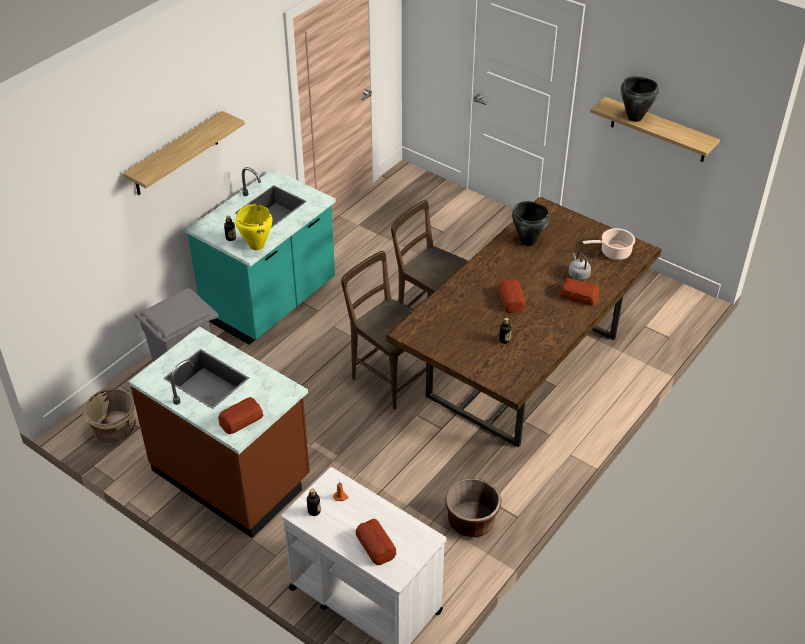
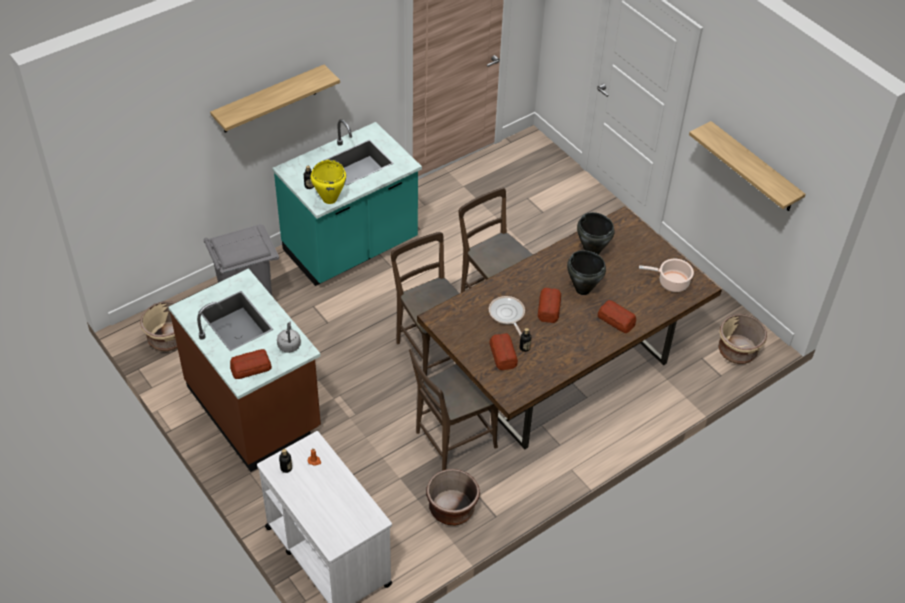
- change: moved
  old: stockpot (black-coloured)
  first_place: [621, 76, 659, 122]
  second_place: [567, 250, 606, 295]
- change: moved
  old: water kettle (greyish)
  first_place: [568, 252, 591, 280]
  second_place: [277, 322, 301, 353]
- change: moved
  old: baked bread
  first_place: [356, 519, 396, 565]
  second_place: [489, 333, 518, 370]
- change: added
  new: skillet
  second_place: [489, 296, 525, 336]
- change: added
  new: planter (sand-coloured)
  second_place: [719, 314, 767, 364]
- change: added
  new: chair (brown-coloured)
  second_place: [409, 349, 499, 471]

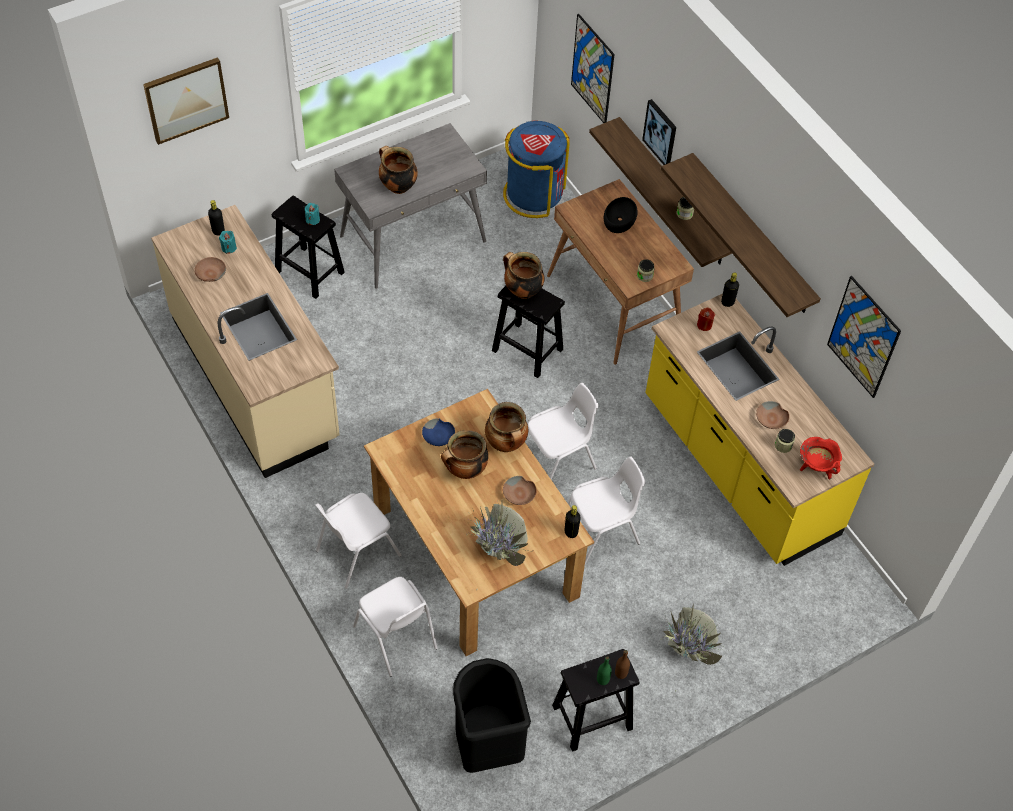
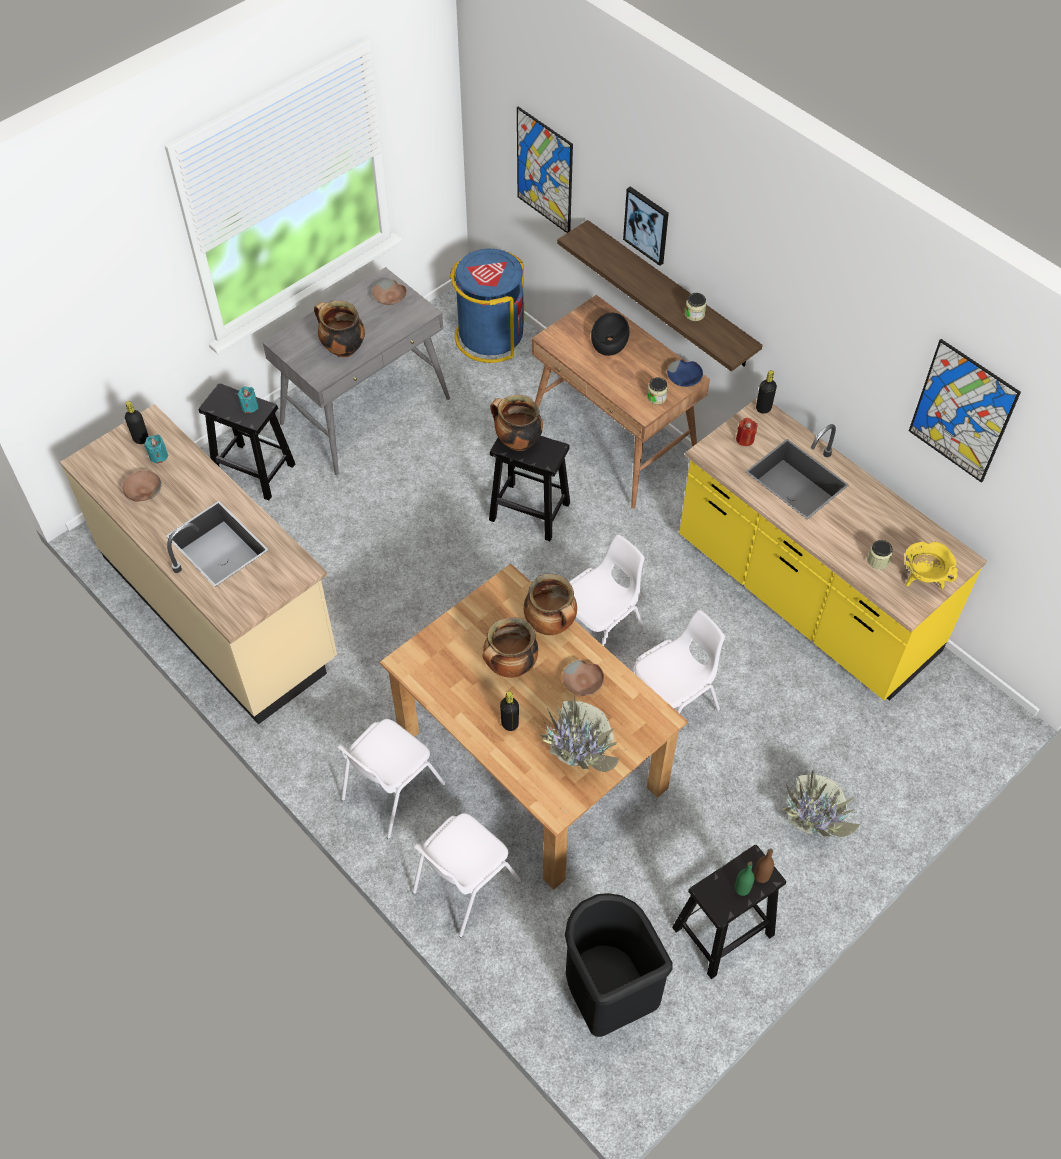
- change: removed
  old: wall art
  first_place: [143, 57, 229, 145]
- change: removed
  old: shelf
  first_place: [661, 153, 821, 317]
- change: moved
  old: bowl (brown-coloured)
  first_place: [756, 401, 789, 429]
  second_place: [372, 280, 406, 305]
- change: moved
  old: bowl (blue-coloured)
  first_place: [422, 418, 455, 446]
  second_place: [667, 360, 703, 387]
- change: recoloured
  old: stockpot (reddish)
  new: stockpot (yellow)
  first_place: [800, 437, 842, 479]
  second_place: [905, 541, 958, 590]
- change: moved
  old: bottle (black-coloured)
  first_place: [564, 505, 581, 538]
  second_place: [500, 691, 519, 731]
- change: turned
  old: chair (whitish)
  first_place: [353, 577, 438, 677]
  second_place: [412, 813, 521, 937]
  degrees: 90

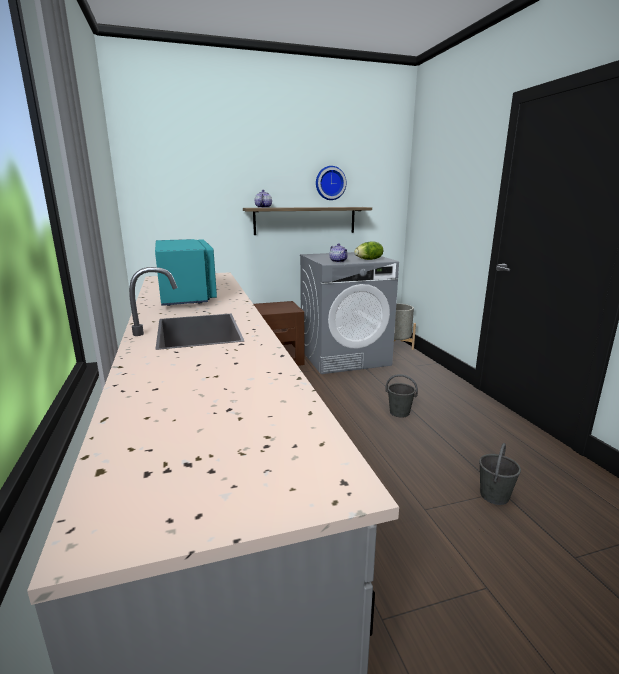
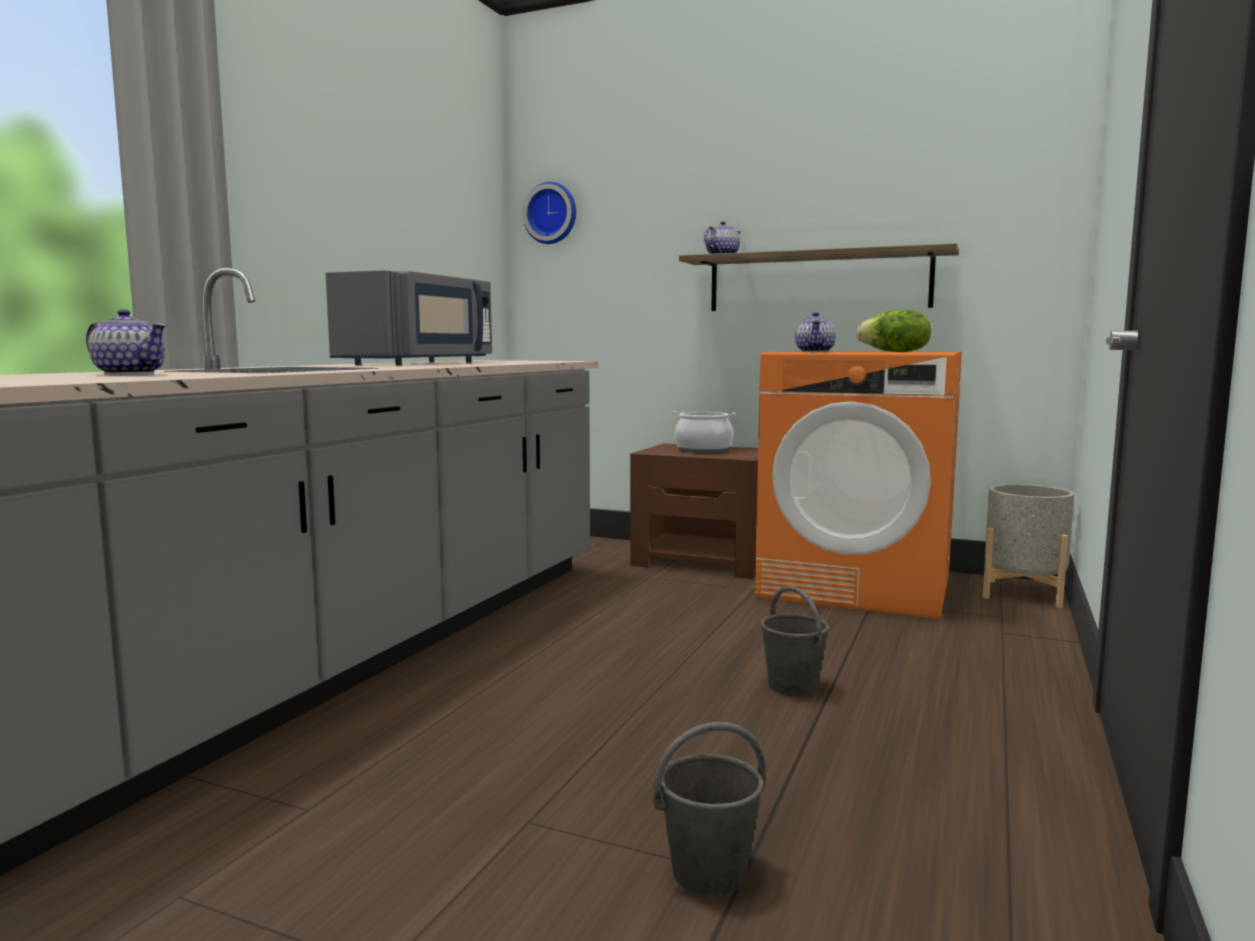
- change: moved
  old: wall clock
  first_place: [316, 166, 347, 200]
  second_place: [523, 182, 576, 244]
- change: recoloured
  old: microwave oven (blue-green)
  new: microwave oven (greyish)
  first_place: [155, 239, 217, 306]
  second_place: [326, 270, 492, 365]
- change: recoloured
  old: washing machine (greyish)
  new: washing machine (orange)
  first_place: [300, 252, 399, 374]
  second_place: [755, 351, 962, 619]
- change: added
  new: pot for tea
  second_place: [86, 309, 166, 375]
- change: added
  new: stockpot
  second_place: [673, 411, 736, 453]

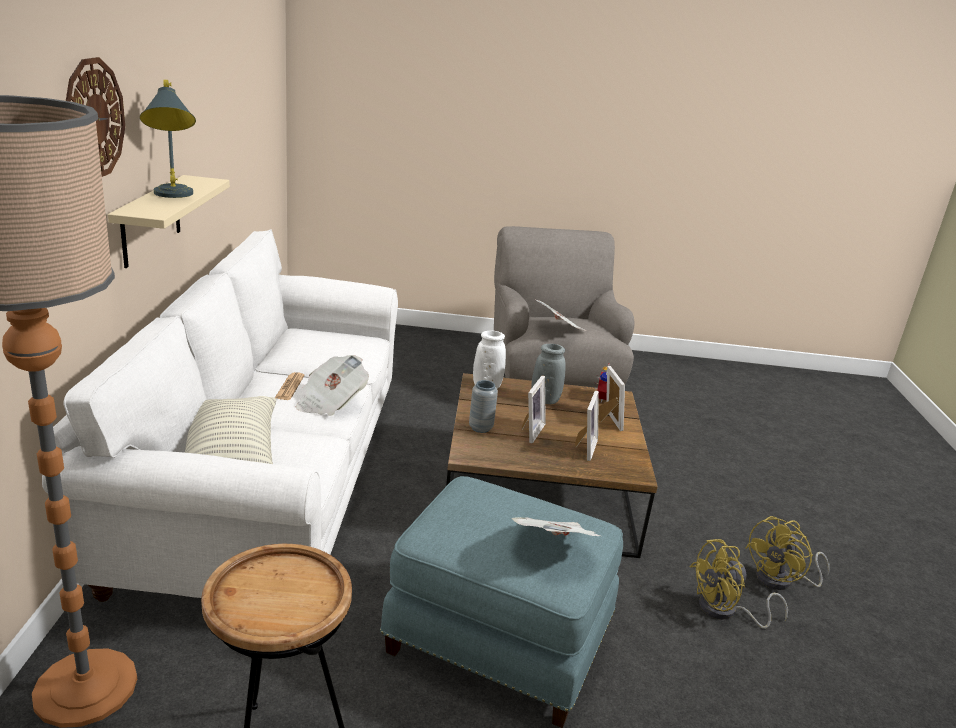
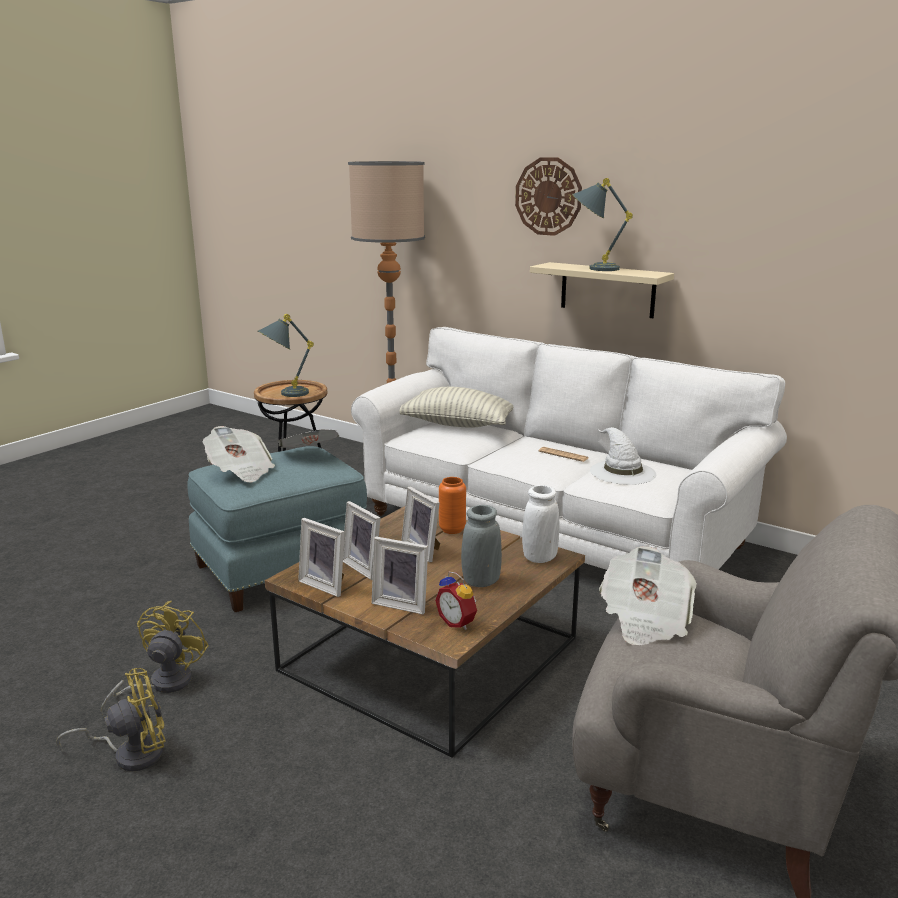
- change: moved
  old: printed paper
  first_place: [296, 355, 369, 416]
  second_place: [278, 430, 339, 448]
- change: recoloured
  old: vase (greyish)
  new: vase (orange)
  first_place: [469, 380, 498, 433]
  second_place: [439, 477, 466, 534]
- change: turned
  old: electric fan (yellow)
  first_place: [745, 516, 830, 590]
  second_place: [56, 668, 166, 771]
  degrees: 75
- change: added
  new: lamp for a table (greyish)
  second_place: [258, 314, 314, 397]
- change: added
  new: wearable hat (whitish)
  second_place: [590, 427, 656, 485]
- change: added
  new: photo frame
  second_place: [298, 518, 345, 597]

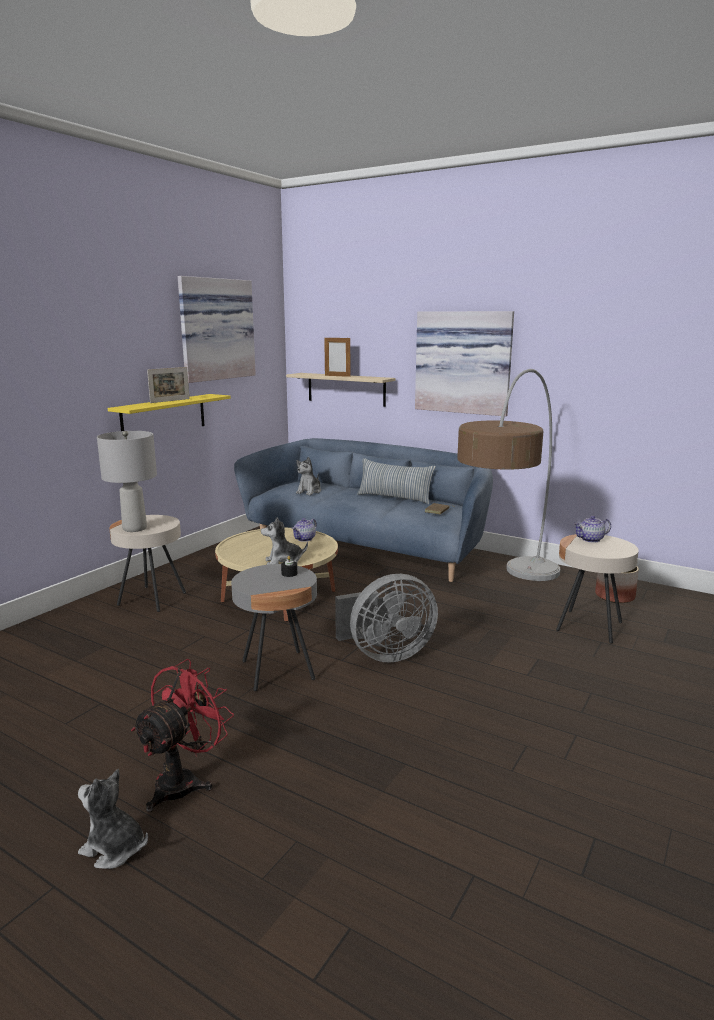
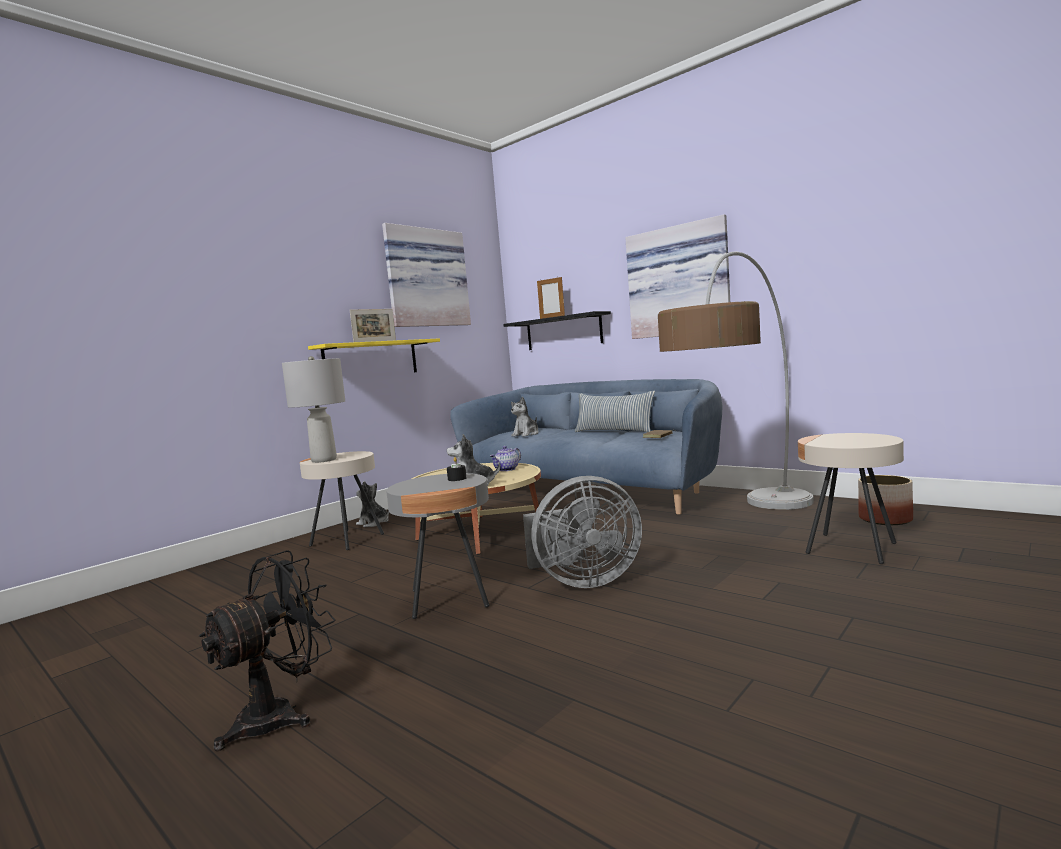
- change: recoloured
  old: shelf (sand-coloured)
  new: shelf (black-coloured)
  first_place: [286, 373, 396, 407]
  second_place: [503, 311, 611, 350]
- change: removed
  old: pot for tea
  first_place: [573, 516, 611, 543]
- change: recoloured
  old: electric fan (reddish)
  new: electric fan (black-coloured)
  first_place: [131, 659, 234, 813]
  second_place: [199, 550, 336, 752]
- change: moved
  old: cuddly toy
  first_place: [78, 769, 148, 869]
  second_place: [356, 481, 389, 527]

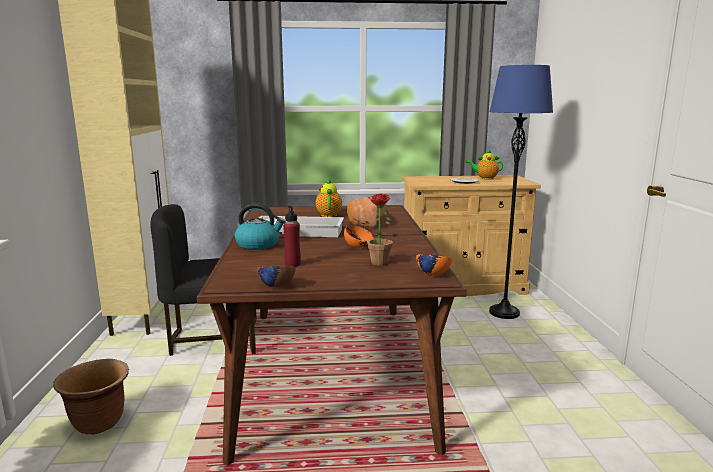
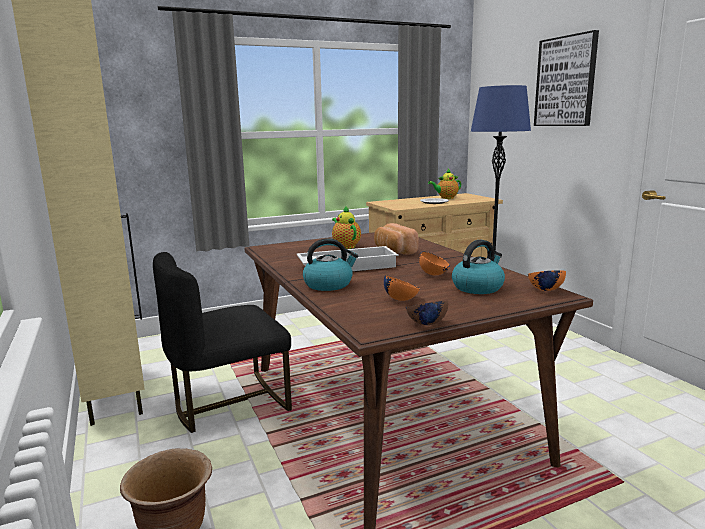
- change: replaced
  old: potted plant
  new: water kettle
  first_place: [352, 193, 399, 266]
  second_place: [452, 240, 505, 294]
- change: replaced
  old: bottle (reddish)
  new: bowl (orange)
  first_place: [283, 205, 301, 267]
  second_place: [384, 275, 420, 301]
- change: added
  new: wall art
  second_place: [534, 30, 599, 126]

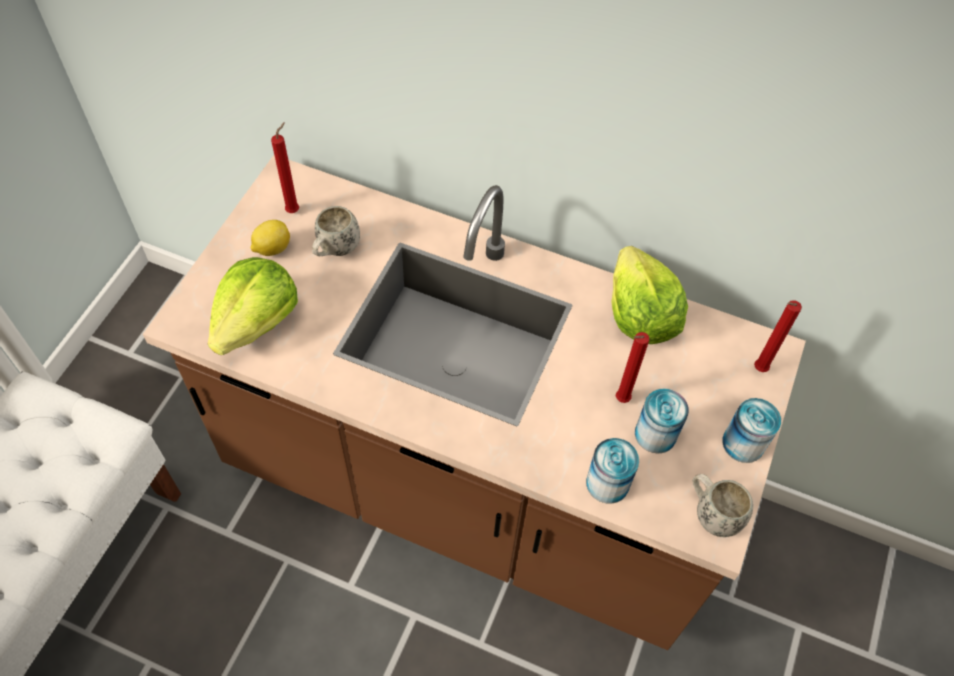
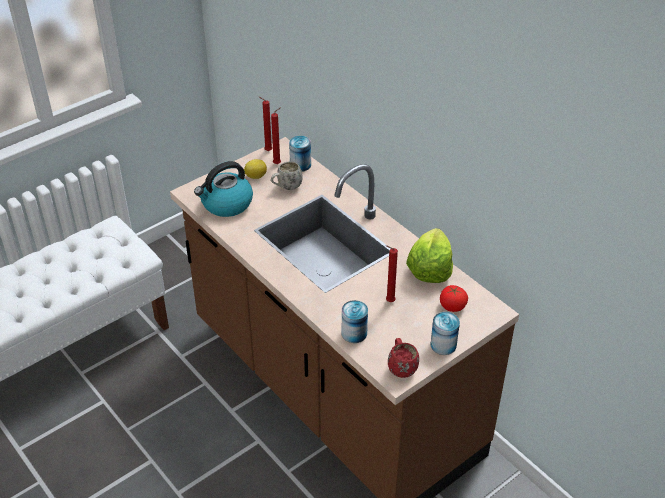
- change: replaced
  old: head of lettuce
  new: water kettle
  first_place: [208, 257, 298, 355]
  second_place: [194, 161, 253, 217]
- change: moved
  old: candle (reddish)
  first_place: [754, 300, 802, 372]
  second_place: [258, 96, 273, 151]
- change: moved
  old: metal can
  first_place: [635, 389, 689, 453]
  second_place: [289, 136, 311, 172]
- change: recoloured
  old: coffee mug (whitish)
  new: coffee mug (reddish)
  first_place: [692, 474, 753, 537]
  second_place: [388, 338, 419, 378]
- change: added
  new: whole tomato
  second_place: [440, 285, 468, 312]

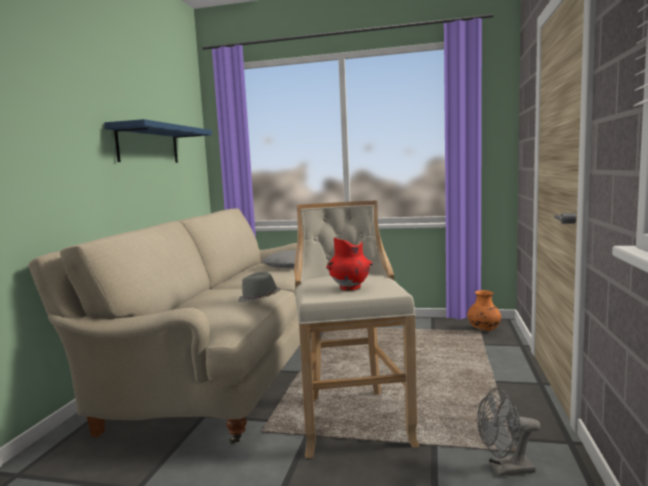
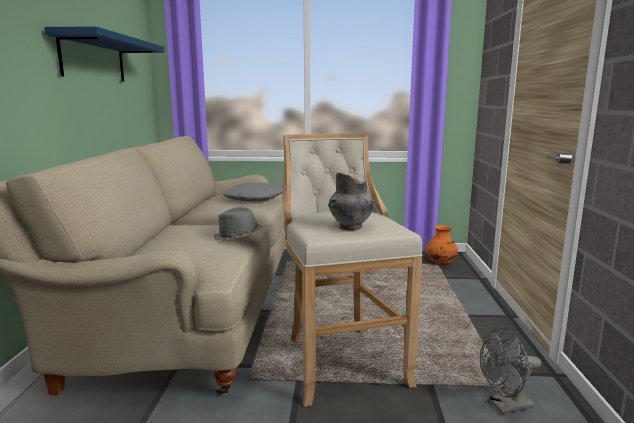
- change: recoloured
  old: vase (reddish)
  new: vase (greyish)
  first_place: [327, 237, 373, 291]
  second_place: [328, 172, 375, 230]

